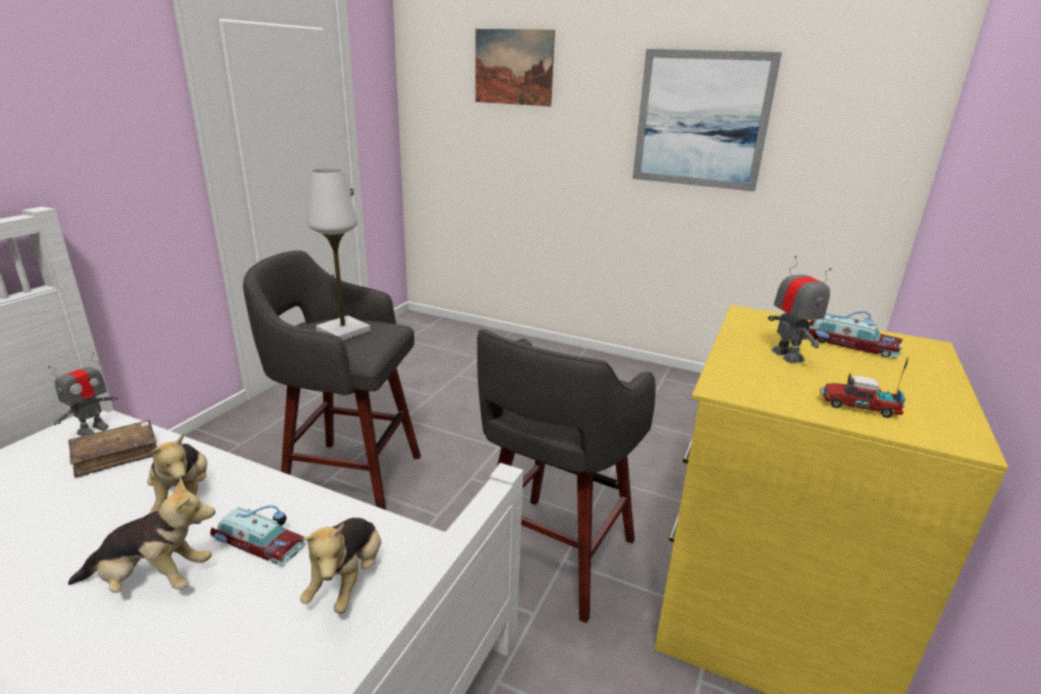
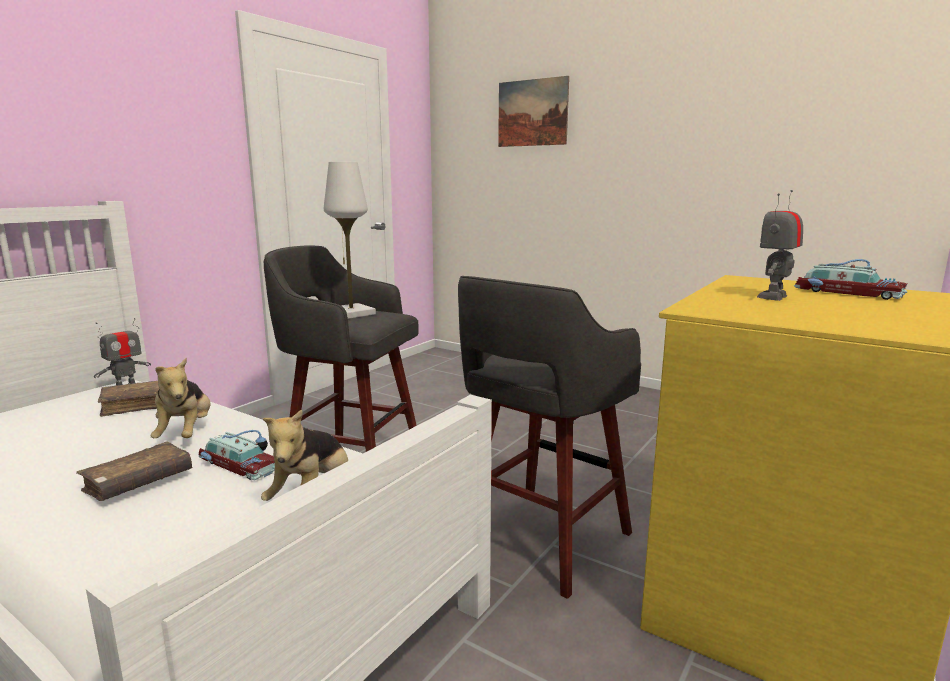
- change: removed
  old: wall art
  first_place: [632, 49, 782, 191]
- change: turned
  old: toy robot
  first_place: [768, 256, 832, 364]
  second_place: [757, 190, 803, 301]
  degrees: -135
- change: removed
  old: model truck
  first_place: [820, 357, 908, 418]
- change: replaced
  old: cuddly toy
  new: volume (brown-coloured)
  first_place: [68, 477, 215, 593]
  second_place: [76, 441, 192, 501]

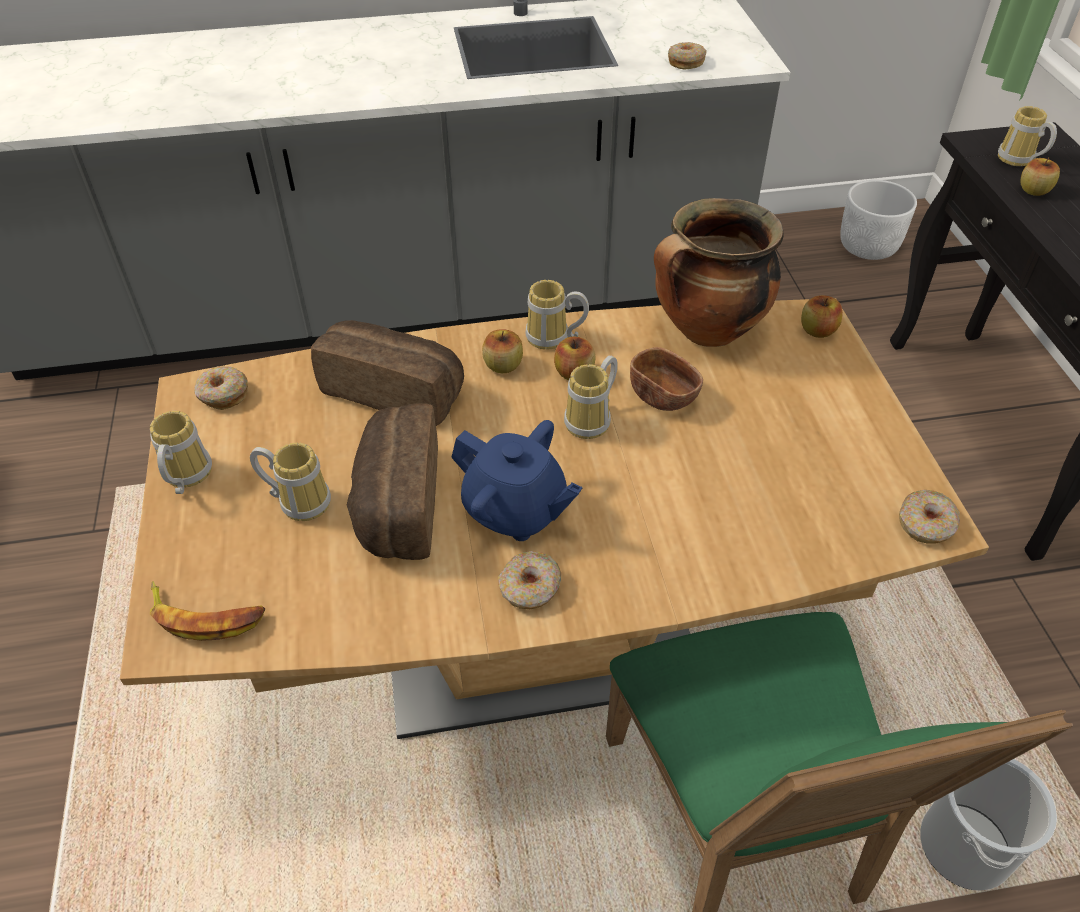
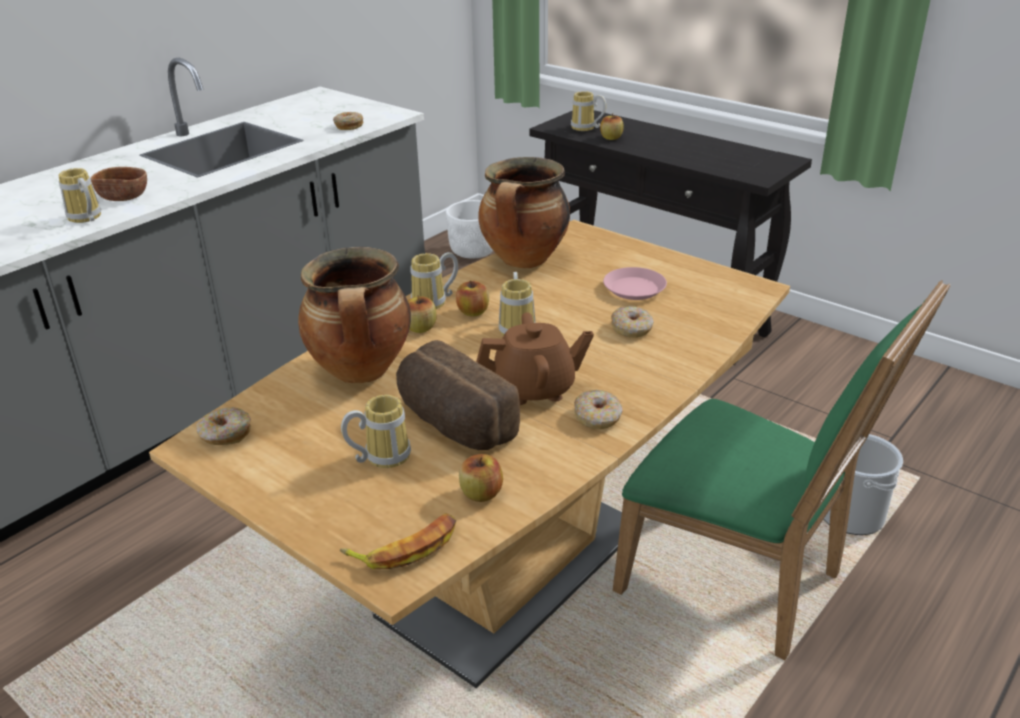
- change: moved
  old: whole apple
  first_place: [801, 295, 843, 338]
  second_place: [459, 454, 503, 502]
- change: replaced
  old: baked bread
  new: stockpot
  first_place: [311, 320, 464, 426]
  second_place: [298, 247, 411, 383]
- change: moved
  old: bowl (brown-coloured)
  first_place: [630, 347, 703, 411]
  second_place: [91, 167, 147, 201]
- change: moved
  old: coffee mug
  first_place: [150, 411, 212, 494]
  second_place: [59, 168, 101, 223]
- change: recoloured
  old: pot for tea (blue-coloured)
  new: pot for tea (brown-coloured)
  first_place: [451, 420, 583, 541]
  second_place: [476, 312, 594, 405]
- change: moved
  old: donut
  first_place: [899, 490, 960, 543]
  second_place: [611, 306, 654, 338]
- change: added
  new: flat dish (pinkish)
  second_place: [603, 267, 667, 300]

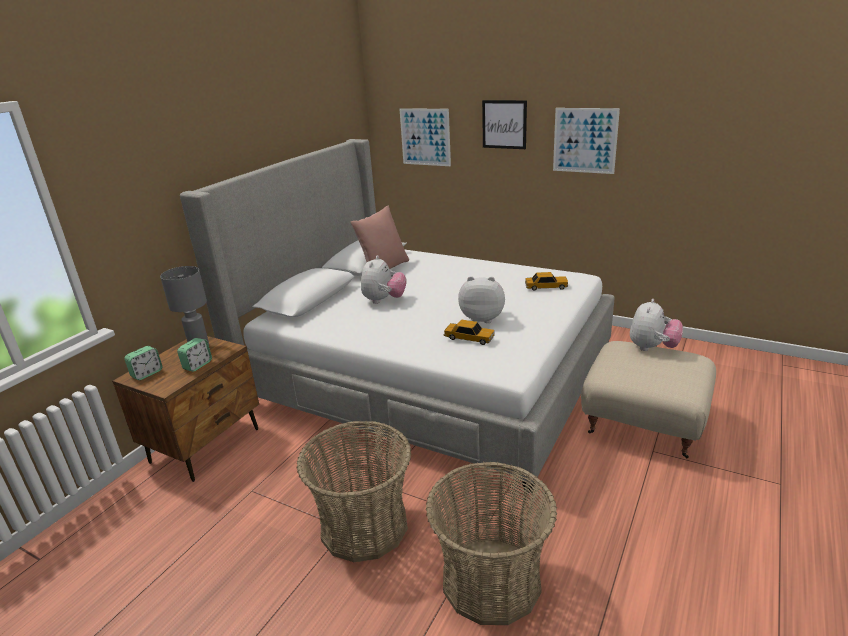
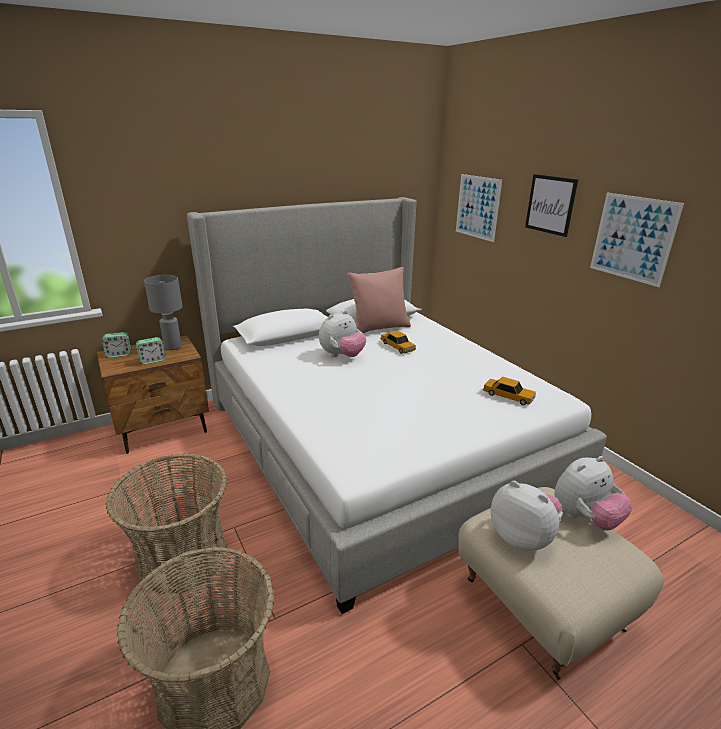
- change: moved
  old: cuddly toy
  first_place: [458, 276, 505, 323]
  second_place: [491, 481, 563, 551]
- change: moved
  old: toy car
  first_place: [444, 319, 495, 345]
  second_place: [380, 331, 416, 354]

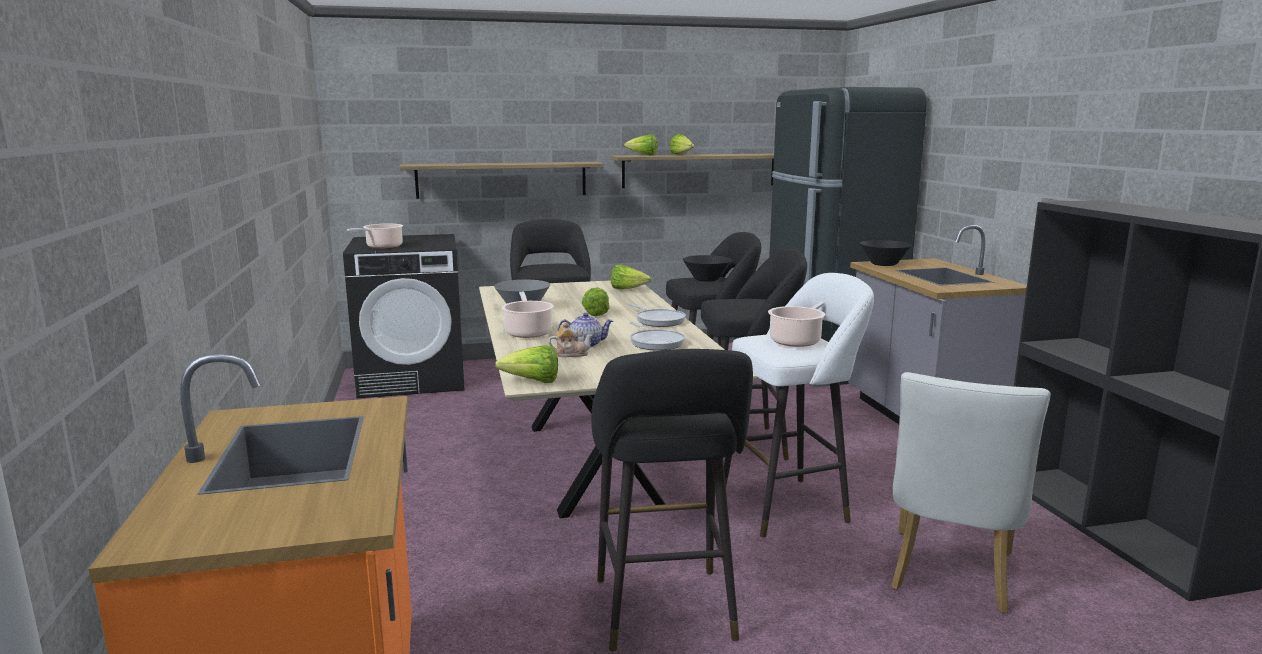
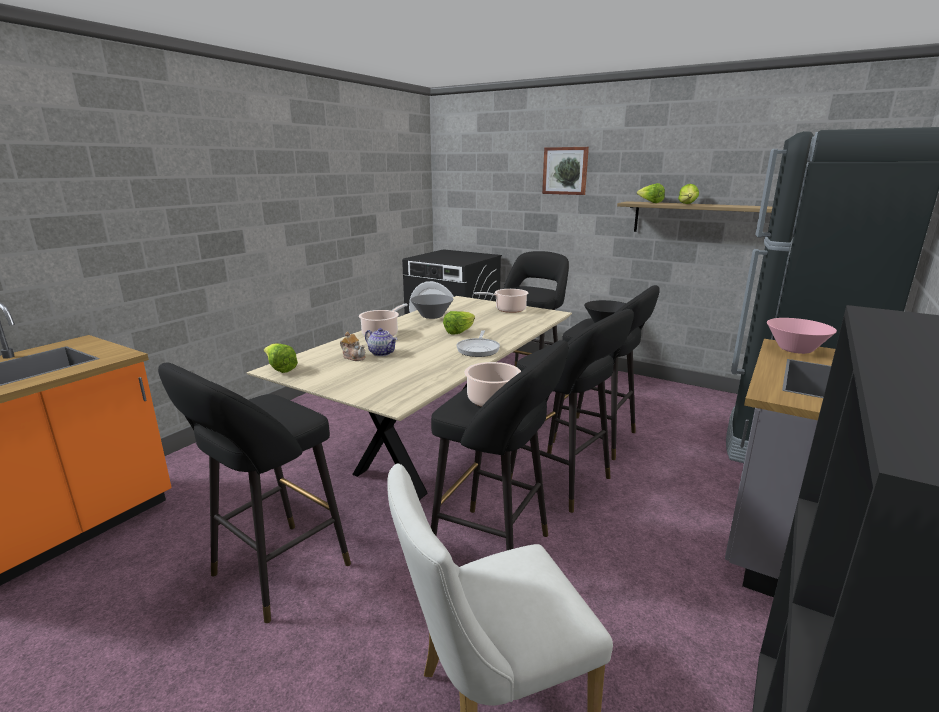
- change: removed
  old: shelf
  first_place: [399, 162, 604, 199]
- change: moved
  old: stockpot
  first_place: [347, 224, 403, 248]
  second_place: [474, 289, 528, 313]
- change: recoloured
  old: bowl (black-coloured)
  new: bowl (pinkish)
  first_place: [860, 240, 912, 266]
  second_place: [767, 318, 837, 354]
- change: removed
  old: head of lettuce
  first_place: [611, 265, 652, 289]
- change: recoloured
  old: stool seat (whitish)
  new: stool seat (black-coloured)
  first_place: [724, 273, 874, 538]
  second_place: [431, 340, 568, 551]
- change: removed
  old: skillet
  first_place: [630, 322, 685, 351]
- change: added
  new: wall art
  second_place: [542, 147, 589, 195]

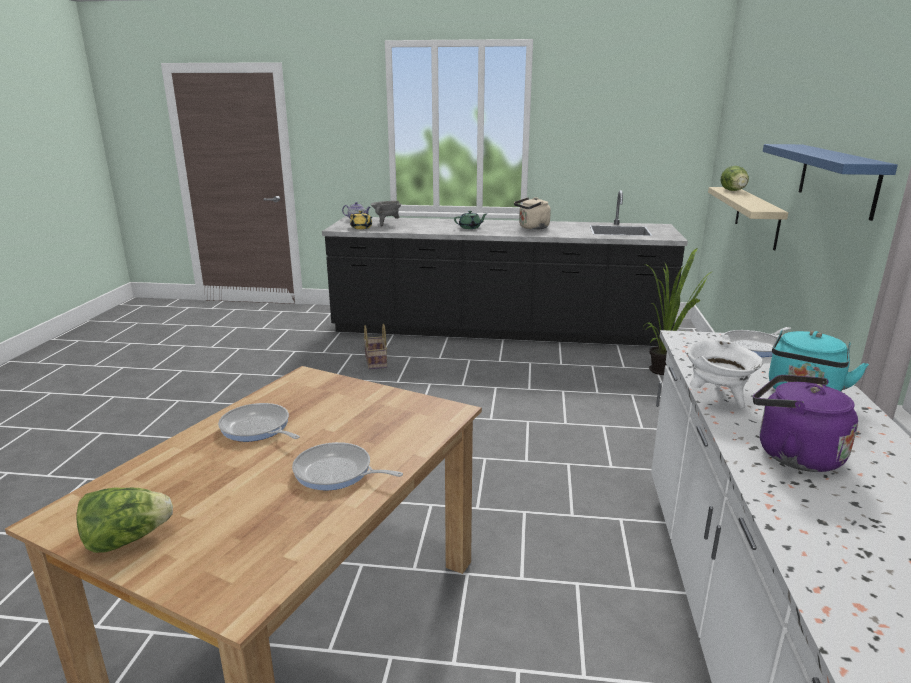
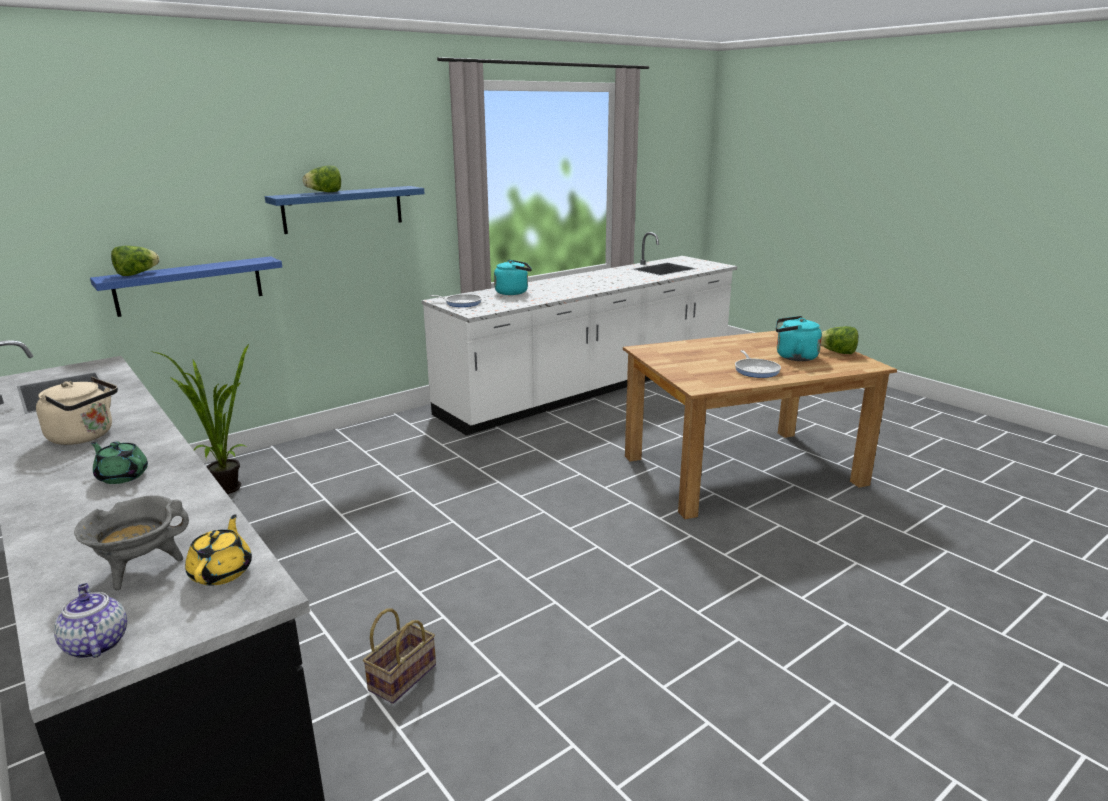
- change: recoloured
  old: shelf (sand-coloured)
  new: shelf (blue-coloured)
  first_place: [708, 187, 788, 251]
  second_place: [90, 256, 282, 317]
- change: removed
  old: stockpot (whitish)
  first_place: [685, 335, 763, 408]
- change: removed
  old: water kettle (purple)
  first_place: [753, 375, 858, 472]
- change: removed
  old: skillet
  first_place: [292, 442, 403, 491]
- change: added
  new: head of lettuce
  second_place: [303, 166, 341, 192]
- change: added
  new: water kettle (blue-green)
  second_place: [776, 316, 822, 361]

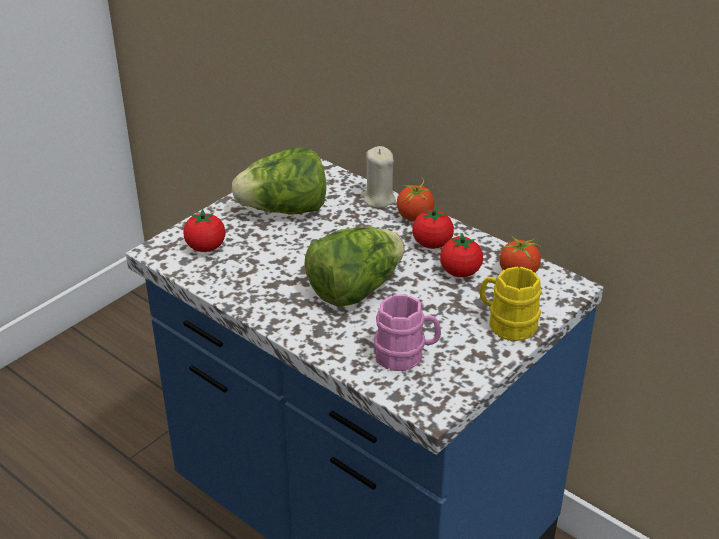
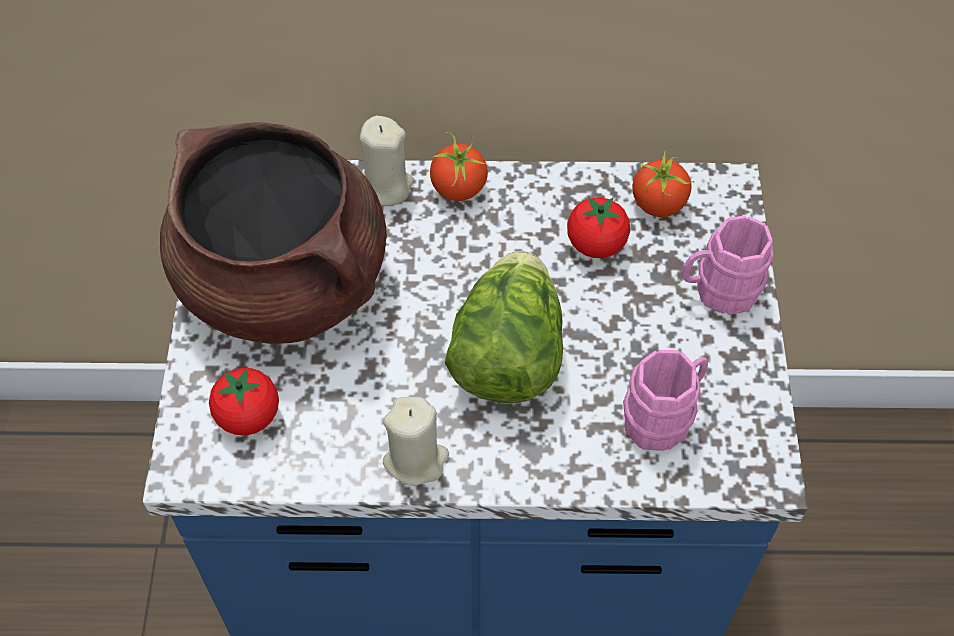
- change: replaced
  old: head of lettuce
  new: stockpot (brown-coloured)
  first_place: [232, 147, 326, 215]
  second_place: [160, 122, 387, 344]
- change: removed
  old: whole tomato
  first_place: [412, 206, 454, 249]
- change: recoloured
  old: coffee mug (yellow)
  new: coffee mug (pinkish)
  first_place: [480, 267, 542, 341]
  second_place: [681, 215, 773, 315]
- change: added
  new: candle (sand-coloured)
  second_place: [383, 397, 449, 486]

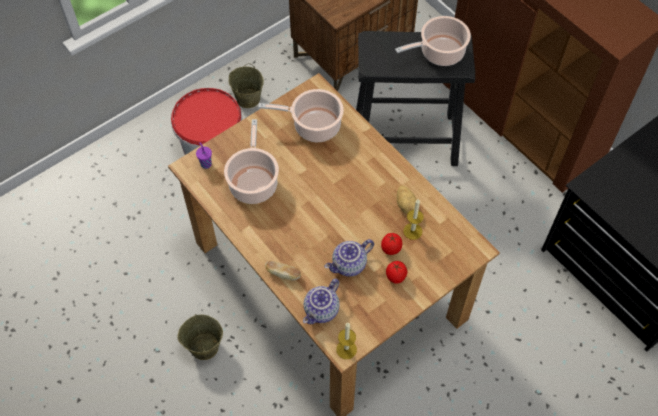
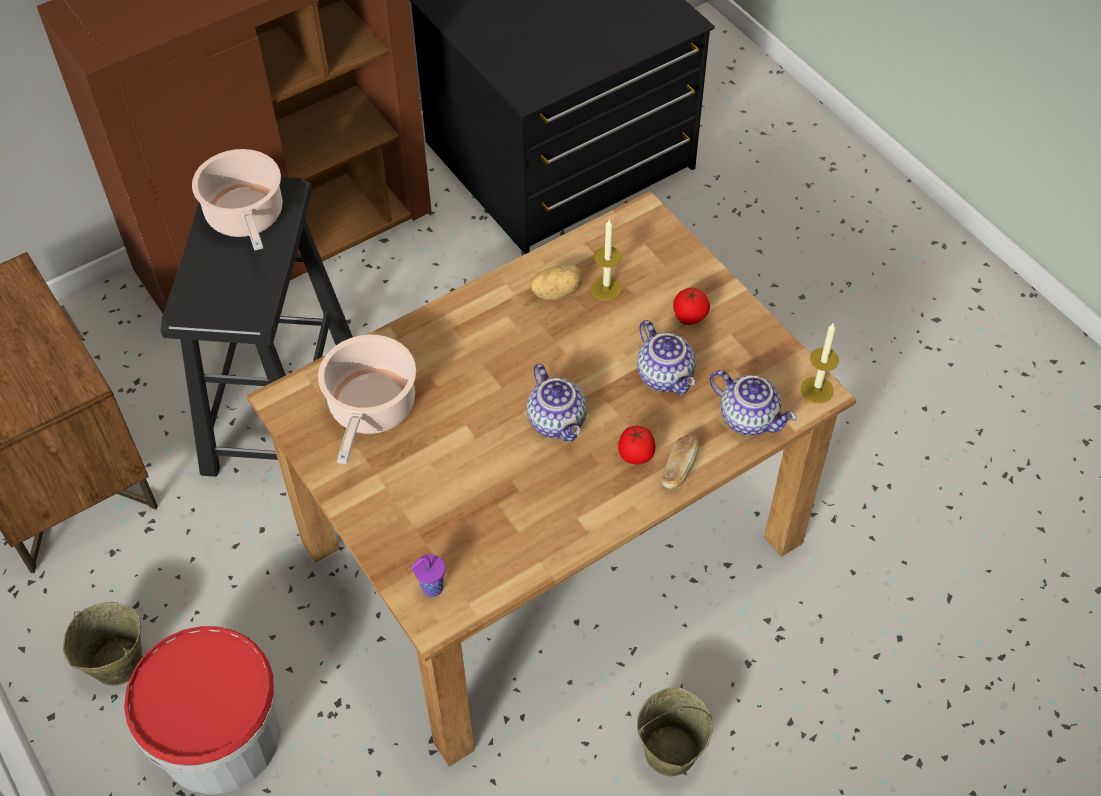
- change: removed
  old: stockpot
  first_place: [224, 119, 279, 204]
- change: moved
  old: whole tomato
  first_place: [381, 233, 402, 255]
  second_place: [618, 426, 656, 464]
- change: added
  new: pot for tea
  second_place: [527, 364, 587, 442]

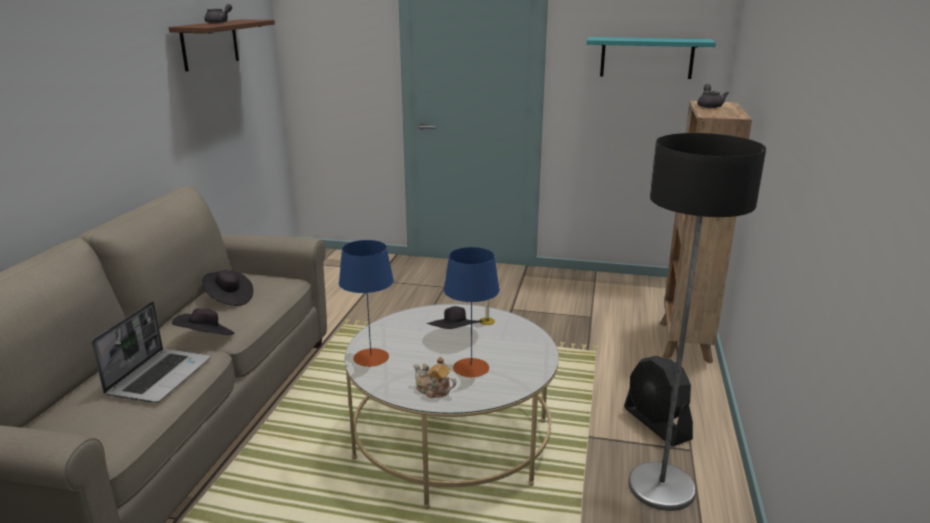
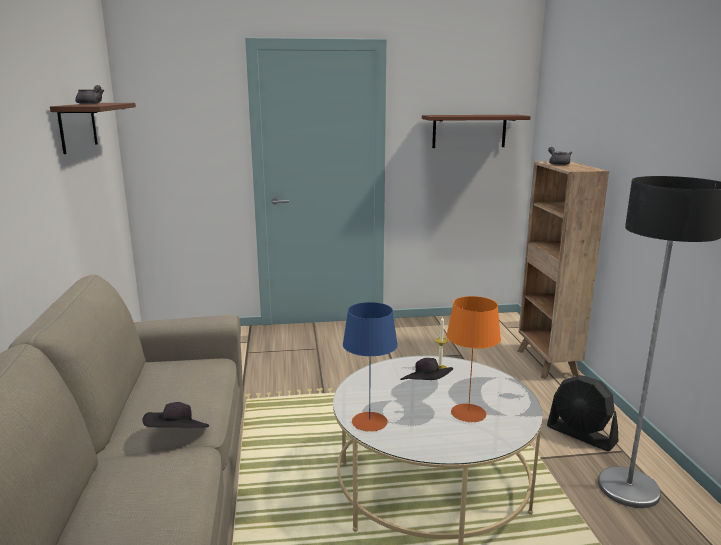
- change: recoloured
  old: shelf (blue-green)
  new: shelf (brown-coloured)
  first_place: [586, 37, 716, 79]
  second_place: [422, 115, 531, 148]
- change: recoloured
  old: lamp for a table (blue-coloured)
  new: lamp for a table (orange)
  first_place: [444, 247, 500, 377]
  second_place: [446, 296, 501, 422]
- change: removed
  old: wearable hat (black-coloured)
  first_place: [202, 270, 253, 306]
- change: removed
  old: notebook computer
  first_place: [91, 301, 211, 403]
- change: removed
  old: pot for tea
  first_place: [413, 356, 456, 398]

